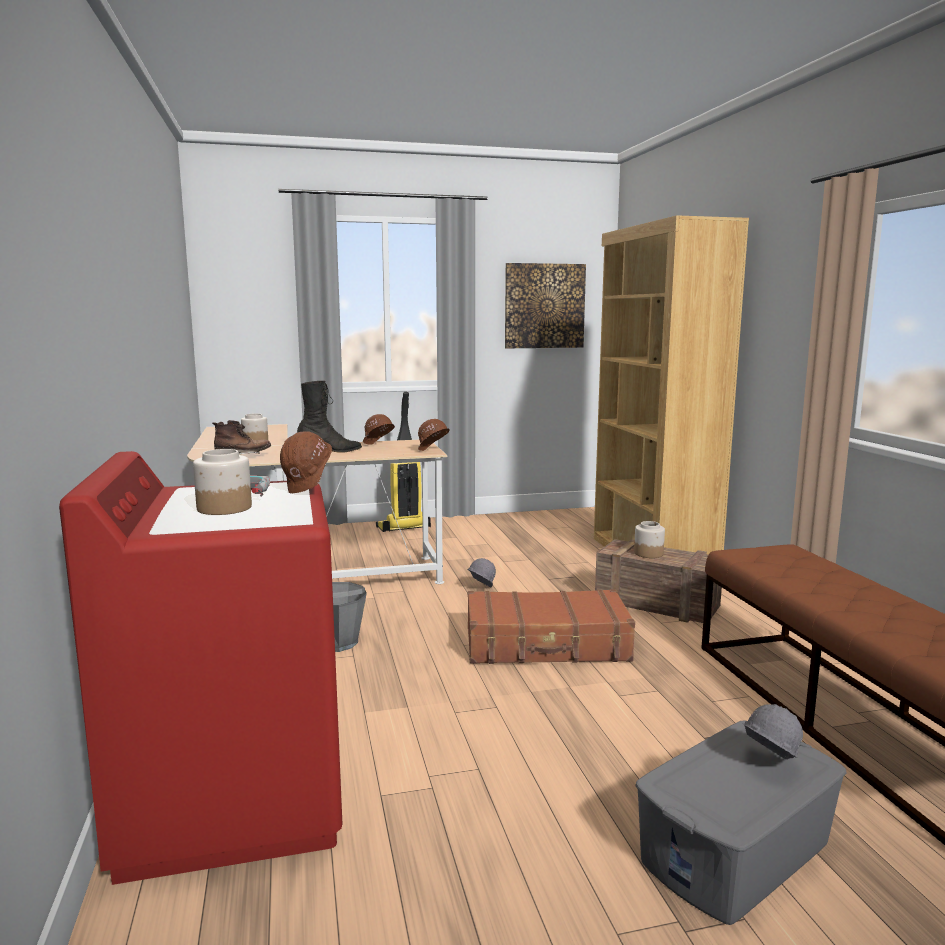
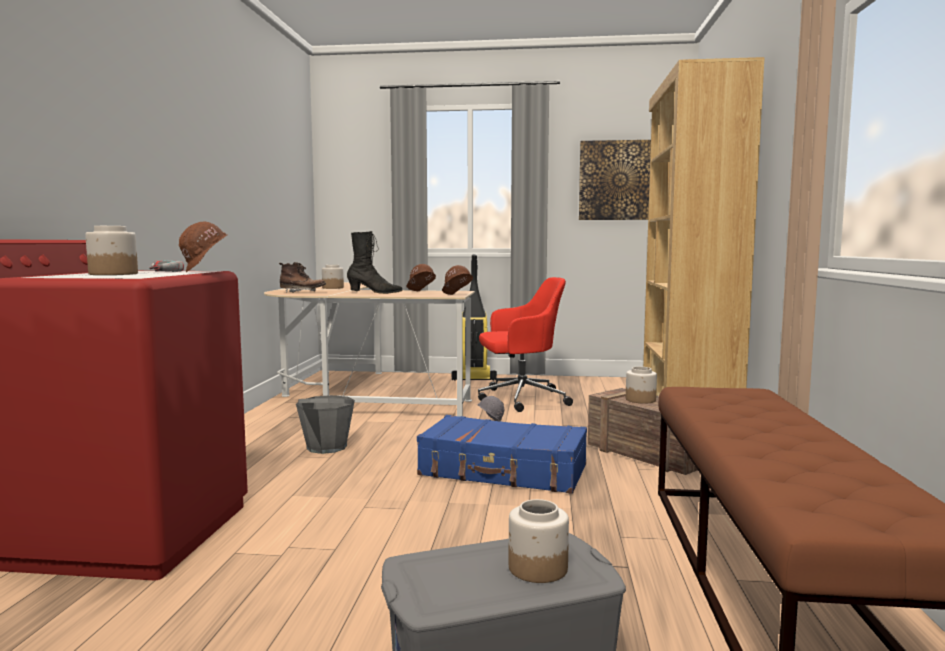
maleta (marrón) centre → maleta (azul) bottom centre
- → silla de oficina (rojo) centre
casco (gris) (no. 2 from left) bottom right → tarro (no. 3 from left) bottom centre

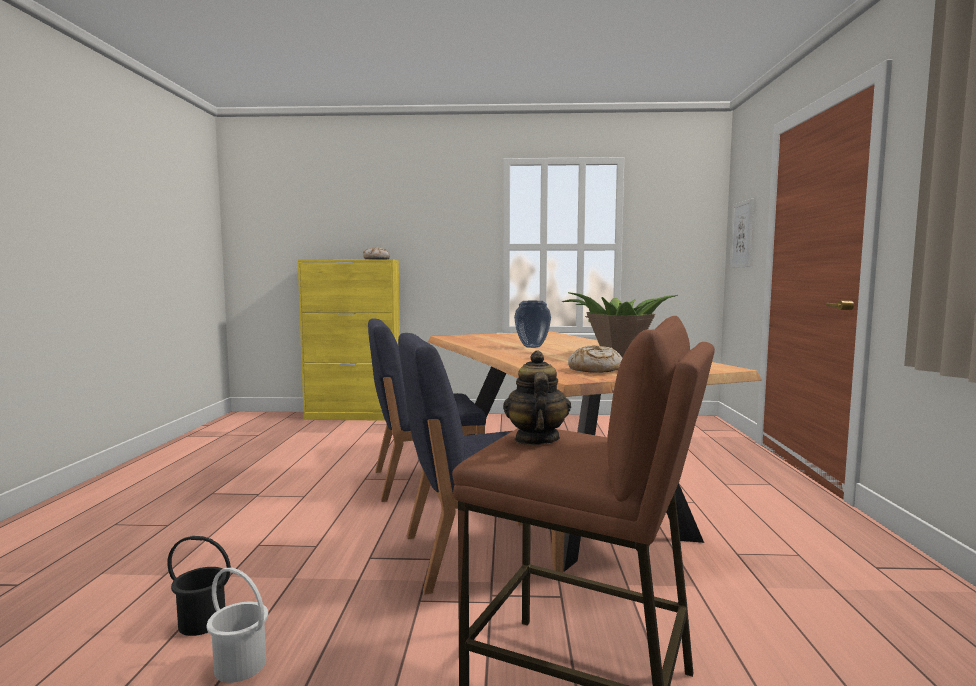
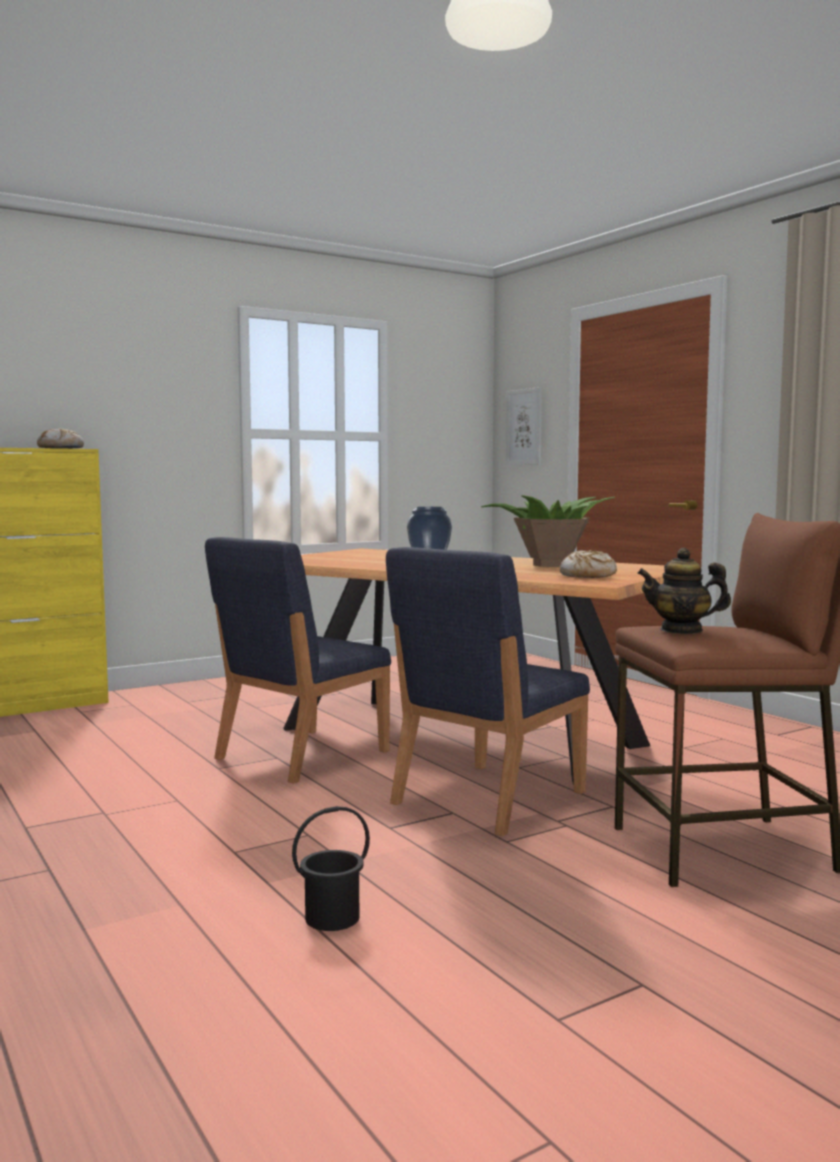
tetera centre → tetera middle right, 45 degrees counterclockwise
cubo (blanco) bottom left → -

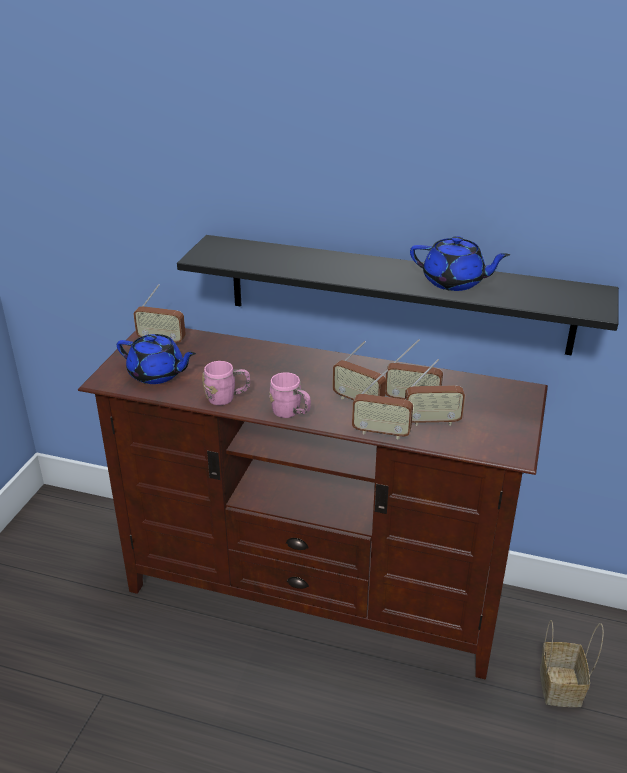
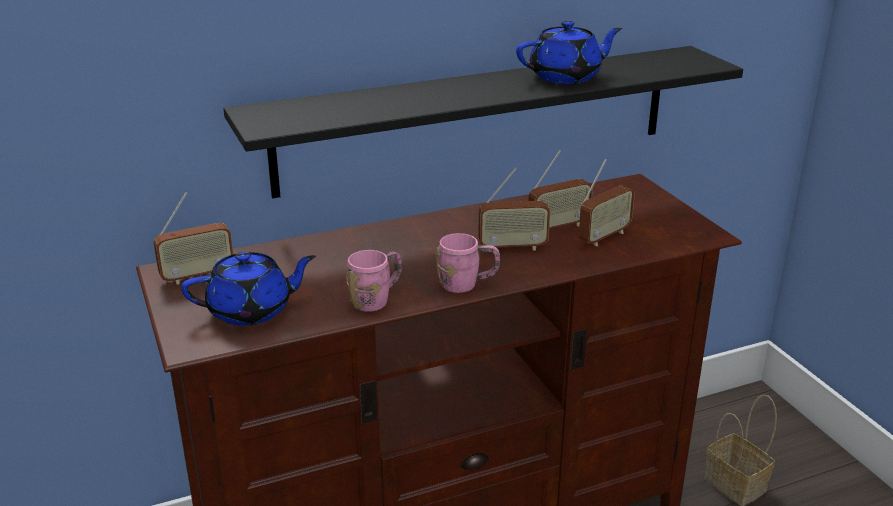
radio (no. 3 from left) centre → -

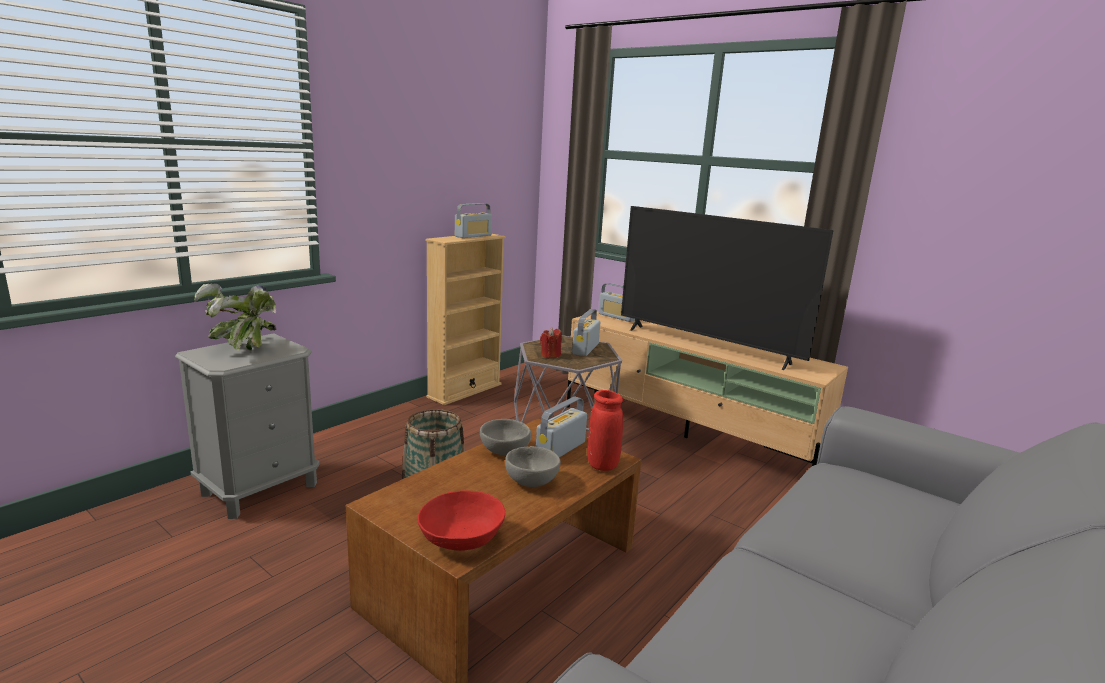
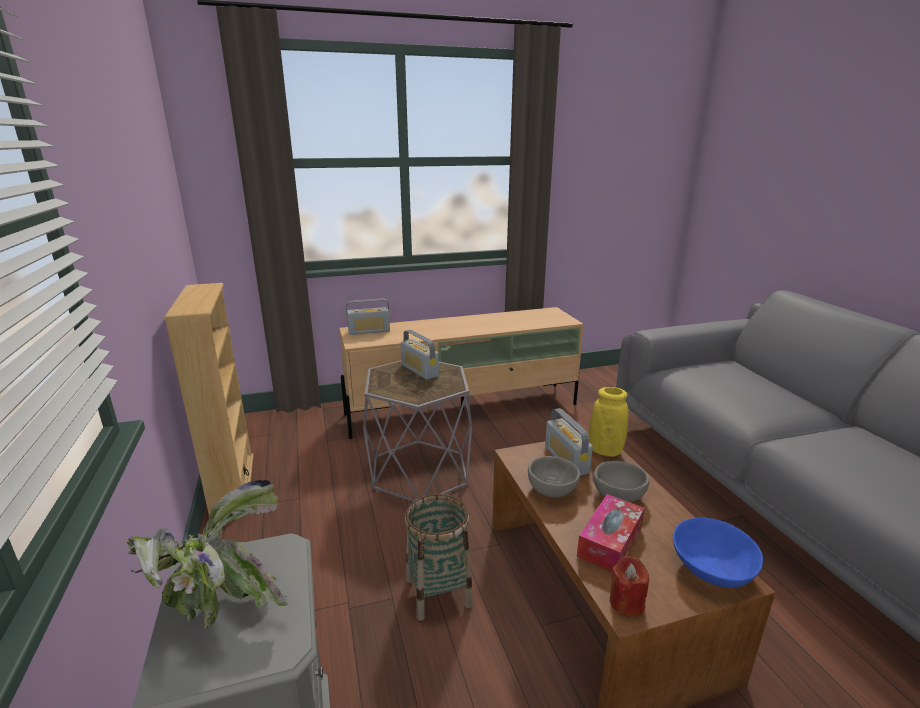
- → caja de pañuelos bottom centre
florero (rojo) centre → florero (amarillo) centre
vela (rojo) centre → vela (rojo) bottom right, relocated
cuenco (rojo) bottom centre → cuenco (azul) bottom right
radio (no. 1 from left) top centre → -
televisor centre → -

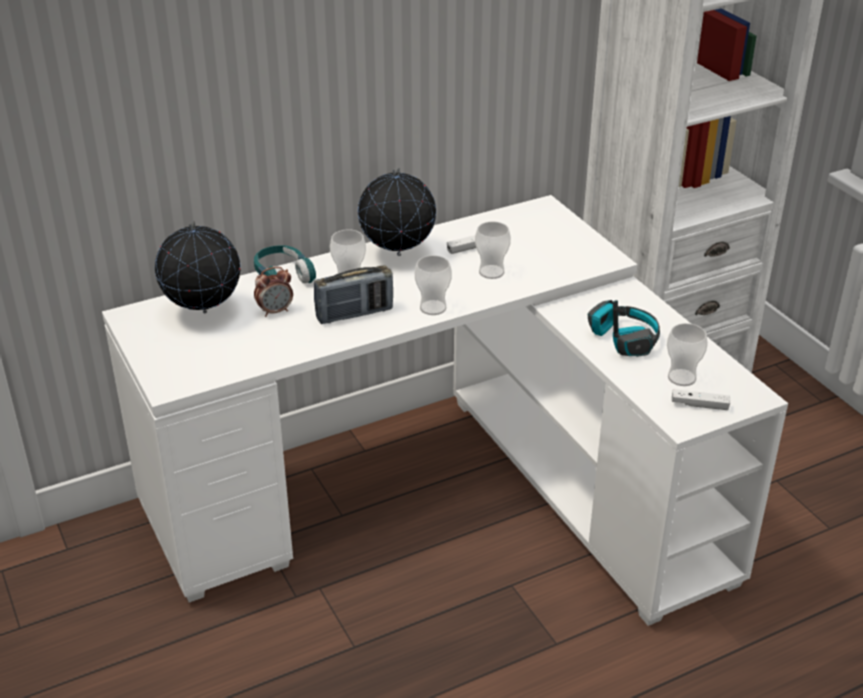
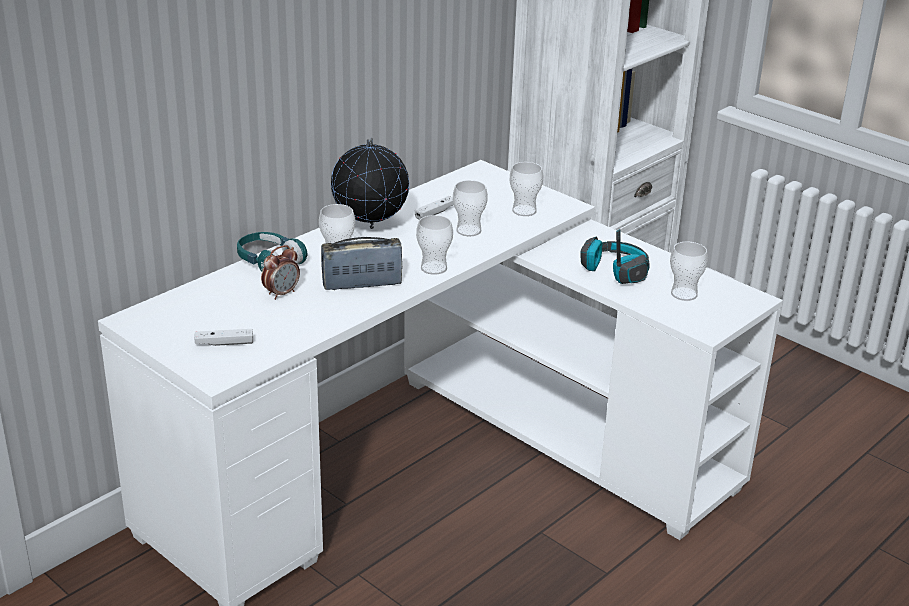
mando de consola (blanco) (no. 2 from left in the first image) middle right → mando de consola (blanco) (no. 1 from left) middle left, relocated
radio centre, 150 degrees counterclockwise
- → taza (no. 4 from left) top centre
globo terráqueo (no. 1 from left) middle left → -

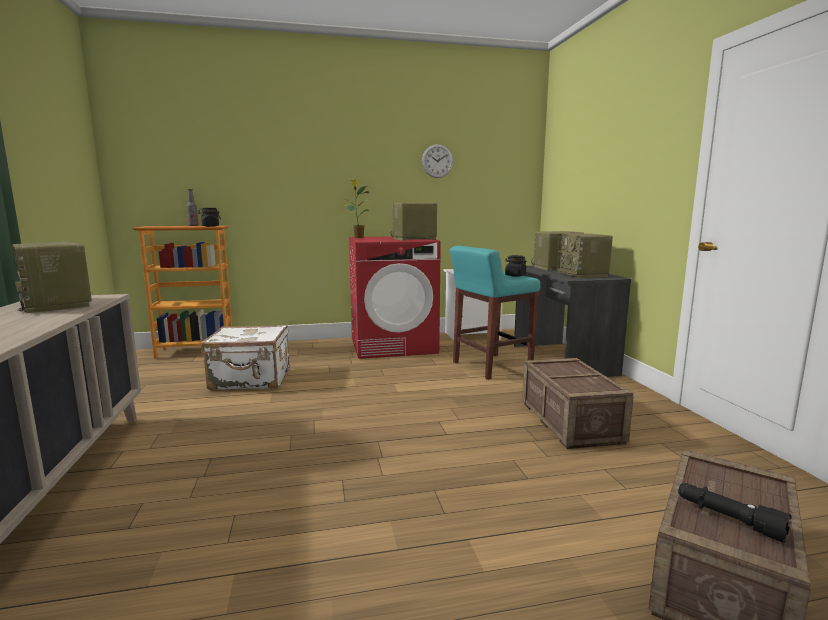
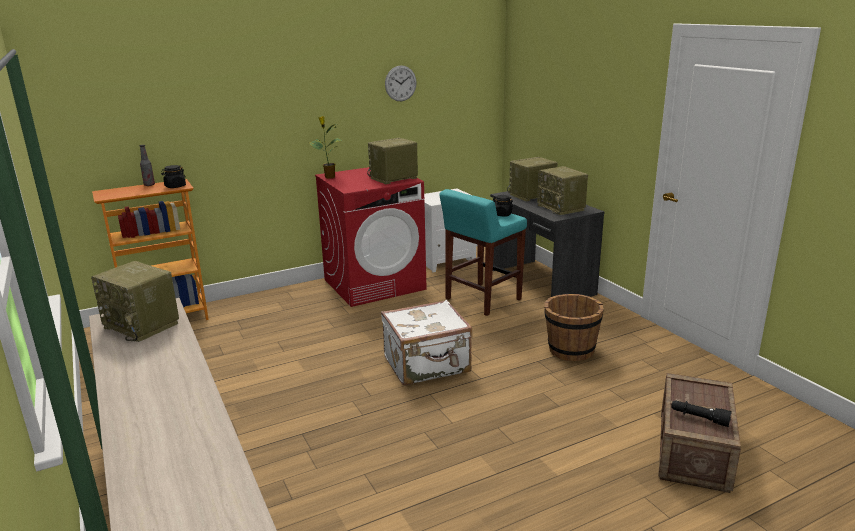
maleta (blanco) middle left → maleta (blanco) centre, relocated
caja de embalaje (no. 1 from left) middle right → cubo (marrón) middle right

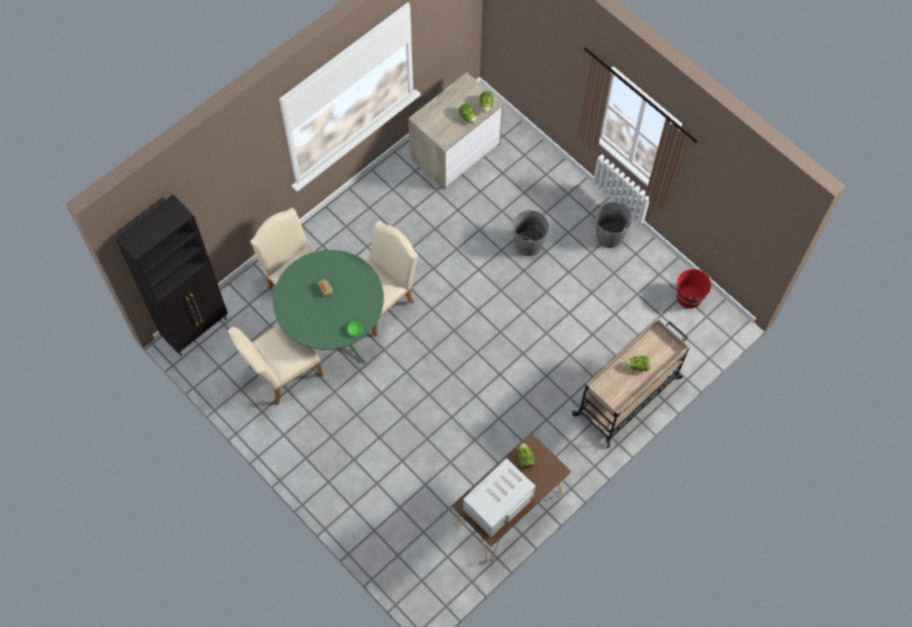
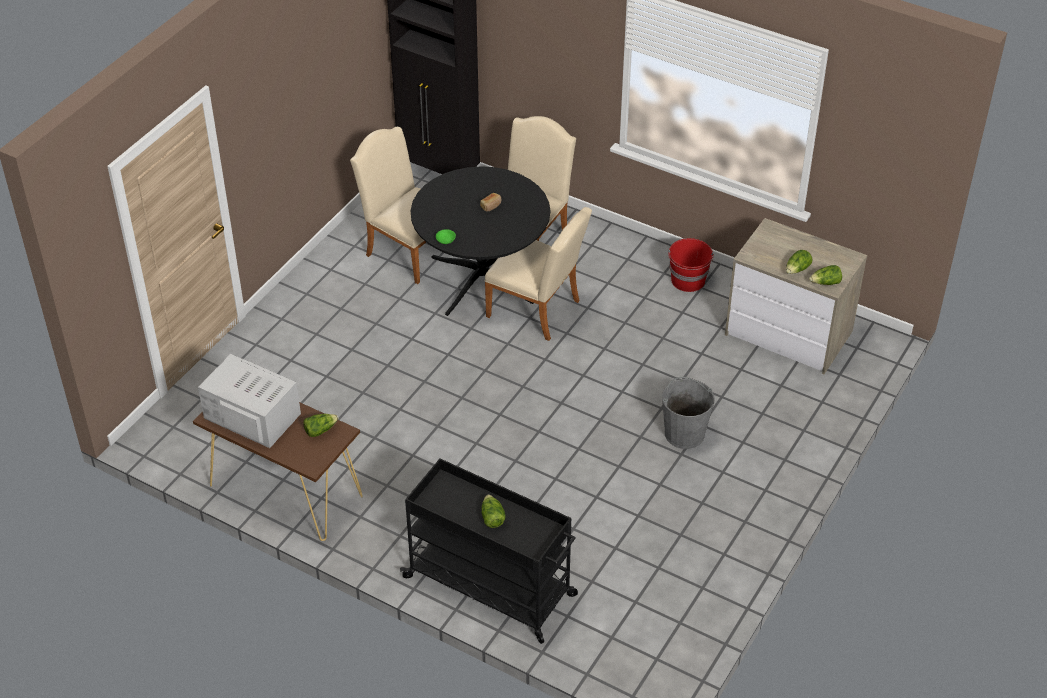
carrito (beis) middle right → carrito (negro) bottom centre
mesa de comedor (verde) centre → mesa de comedor (negro) centre
cubo (rojo) middle right → cubo (rojo) centre, relocated
cubo (gris) (no. 2 from left) middle right → -

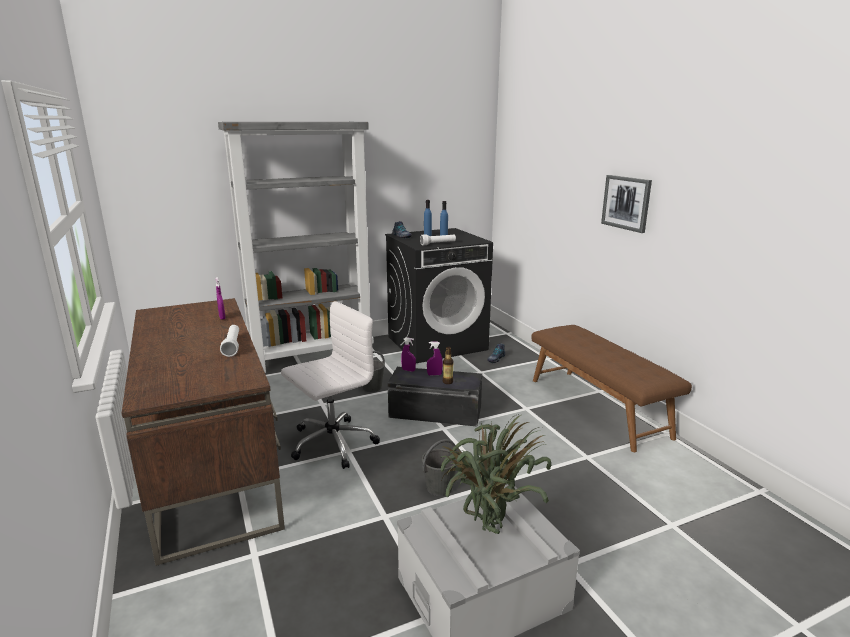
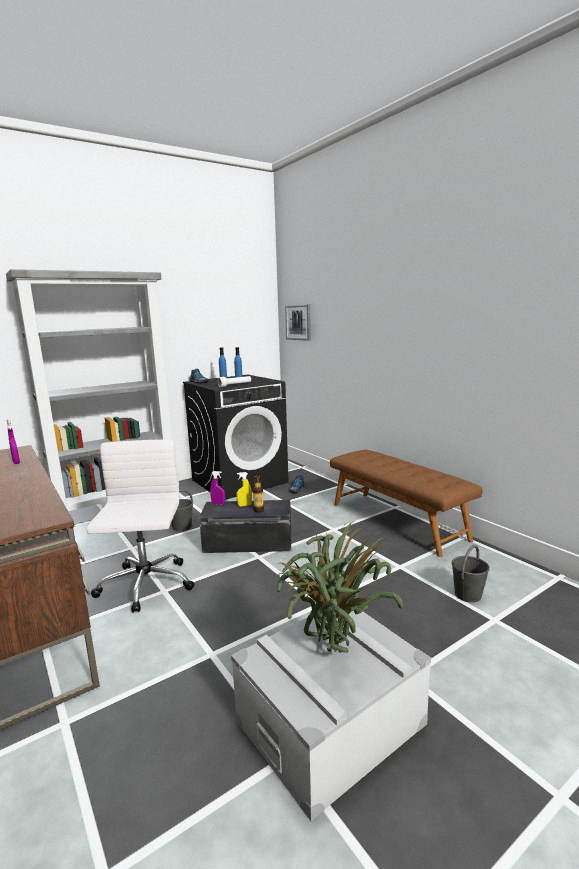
silla de oficina (blanco) centre → silla de oficina (blanco) middle left, 45 degrees counterclockwise
pulverizador (morado) (no. 3 from left) centre → pulverizador (amarillo) centre
cuadro top right → cuadro centre, relocated
cubo (gris) (no. 2 from left) bottom centre → cubo (gris) (no. 2 from left) middle right, relocated
linterna (blanco) (no. 1 from left) middle left → -

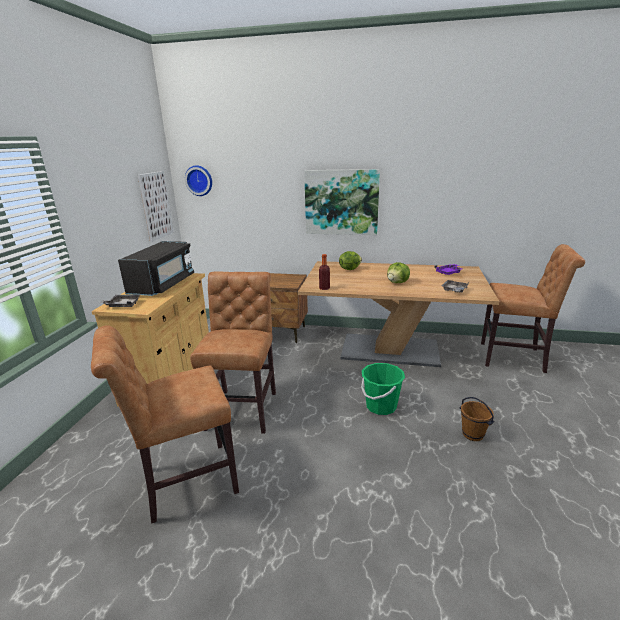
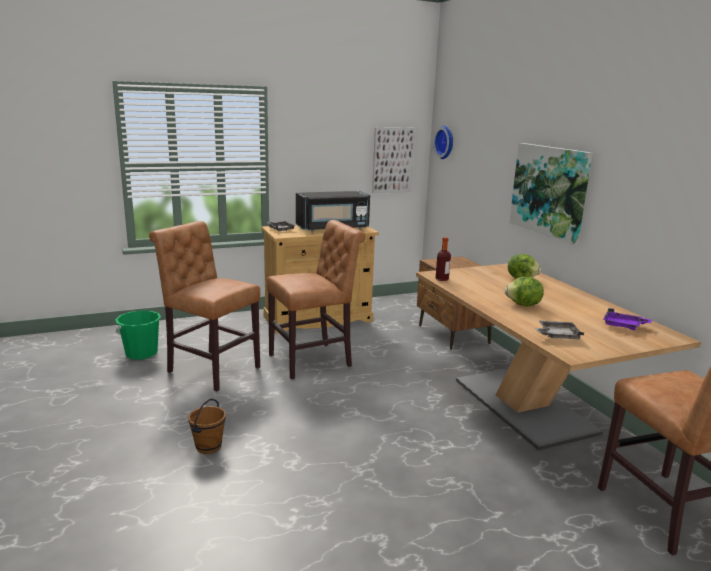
cubo (verde) centre → cubo (verde) middle left, relocated
cubo (marrón) bottom right → cubo (marrón) bottom left, relocated

